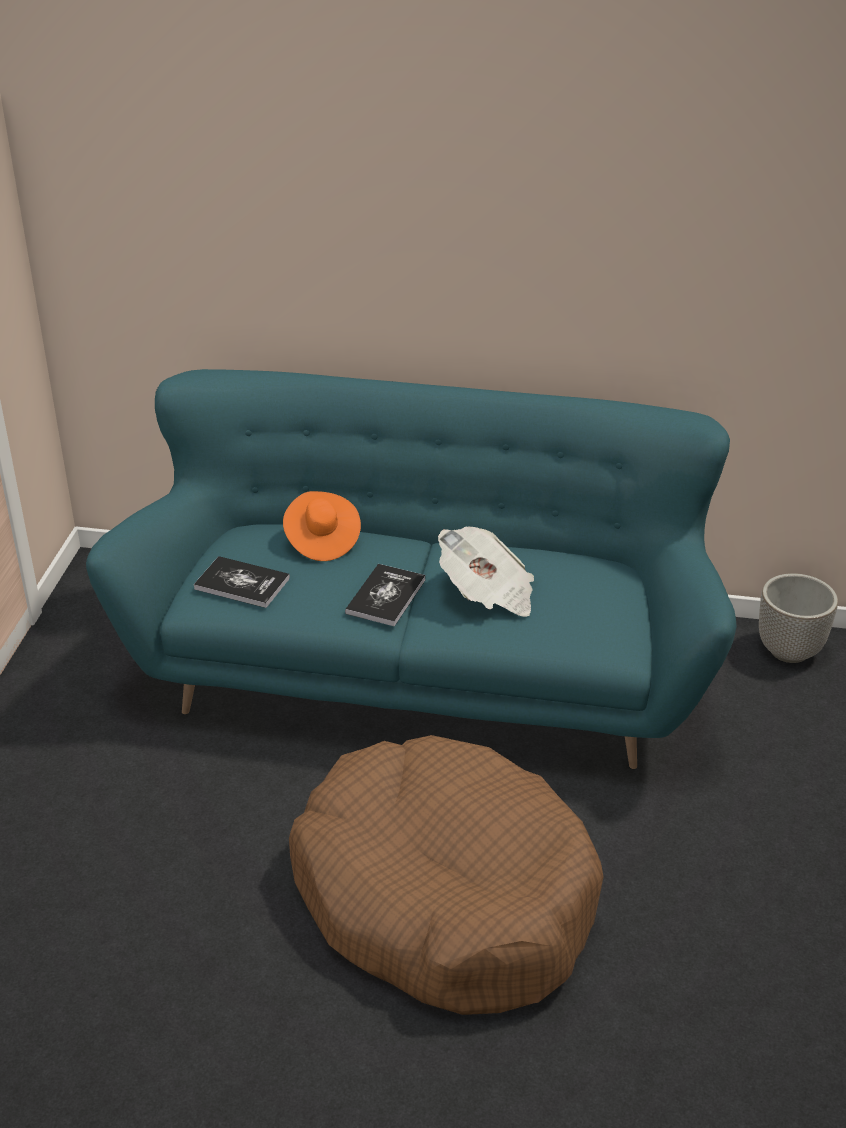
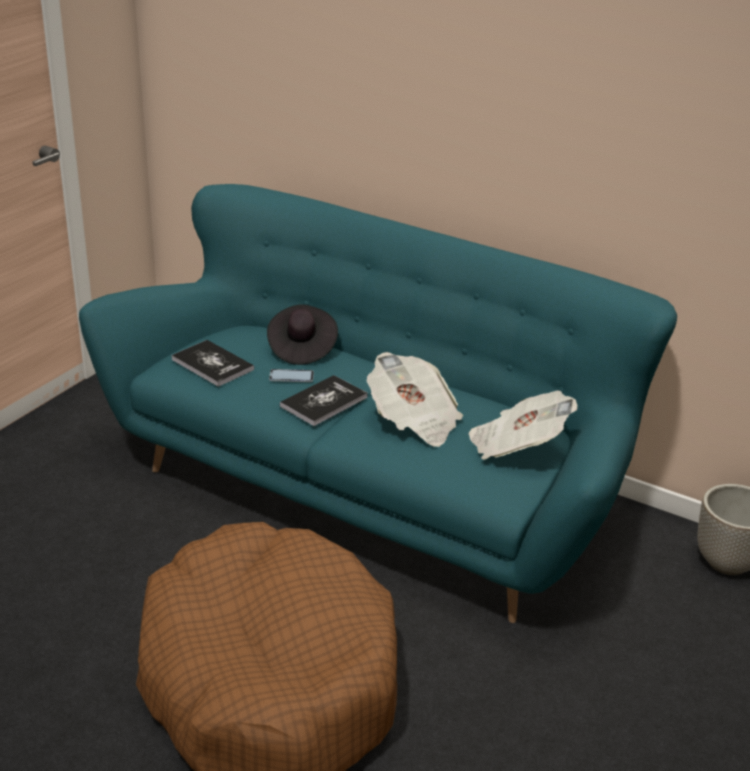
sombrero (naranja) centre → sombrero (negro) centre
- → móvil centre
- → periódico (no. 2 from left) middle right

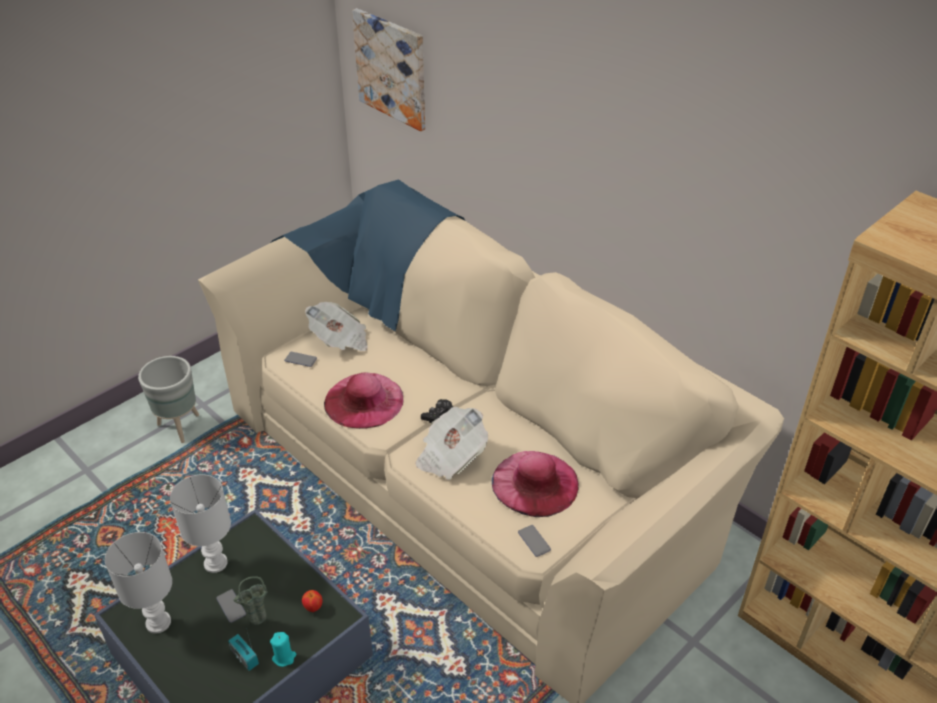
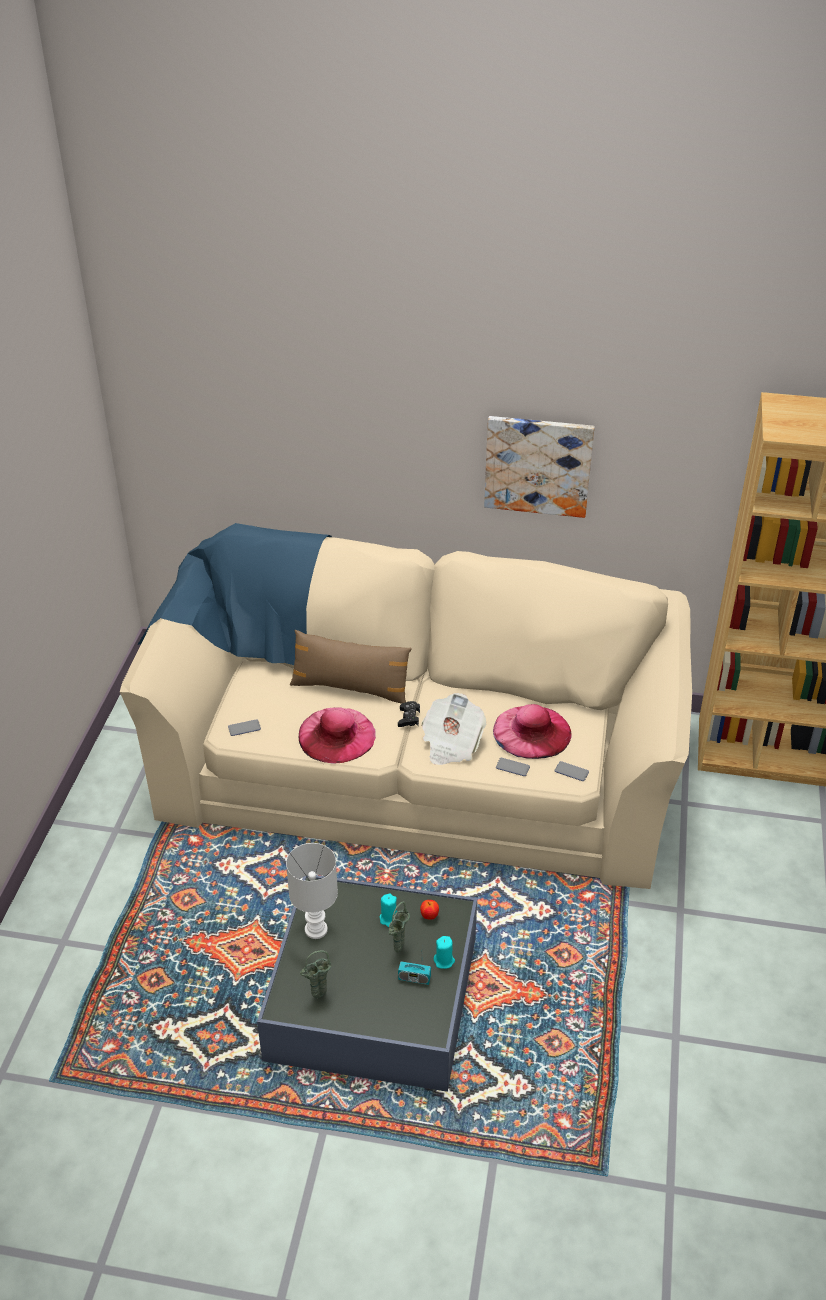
- → cojín (marrón) centre
lámpara de mesa (blanco) (no. 1 from left) bottom left → florero (verde) (no. 1 from left) bottom centre
- → vela (turquesa) (no. 1 from left) bottom centre
cuadro top centre → cuadro centre, relocated
móvil (no. 1 from left in the first image) bottom left → móvil (no. 2 from left) centre, relocated
maceta (gris) middle left → -
periódico (no. 1 from left) centre → -

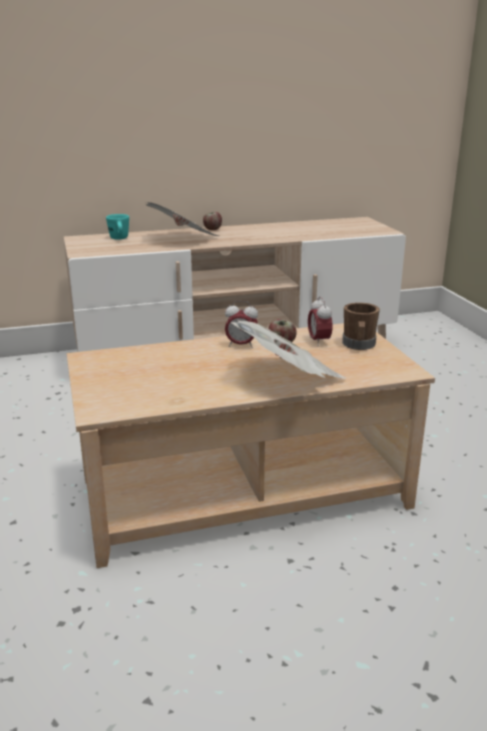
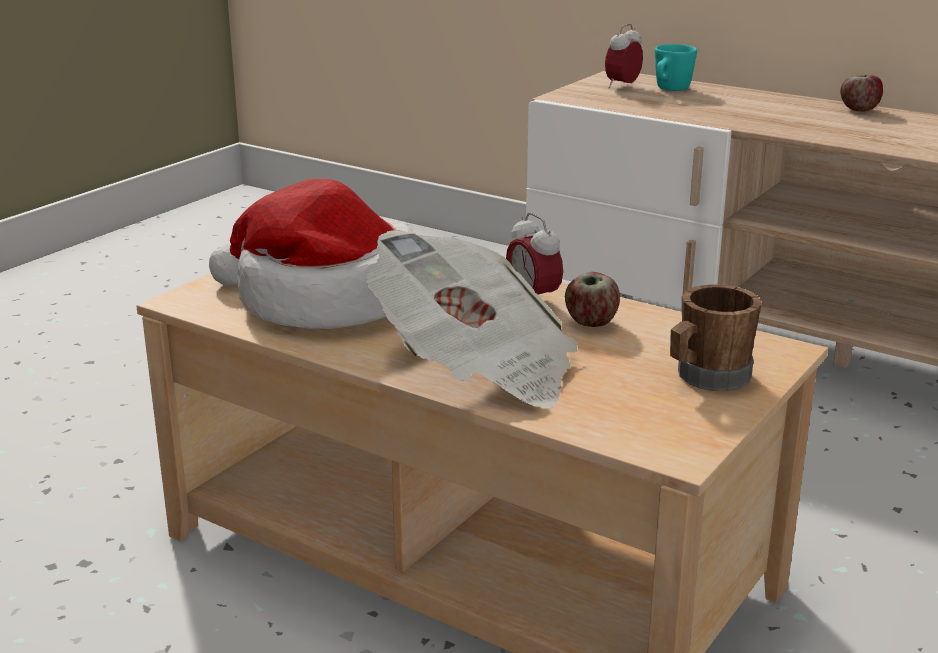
- → sombrero middle left
despertador (no. 2 from left) centre → despertador (no. 2 from left) top centre, relocated
periódico (no. 1 from left) top centre → -

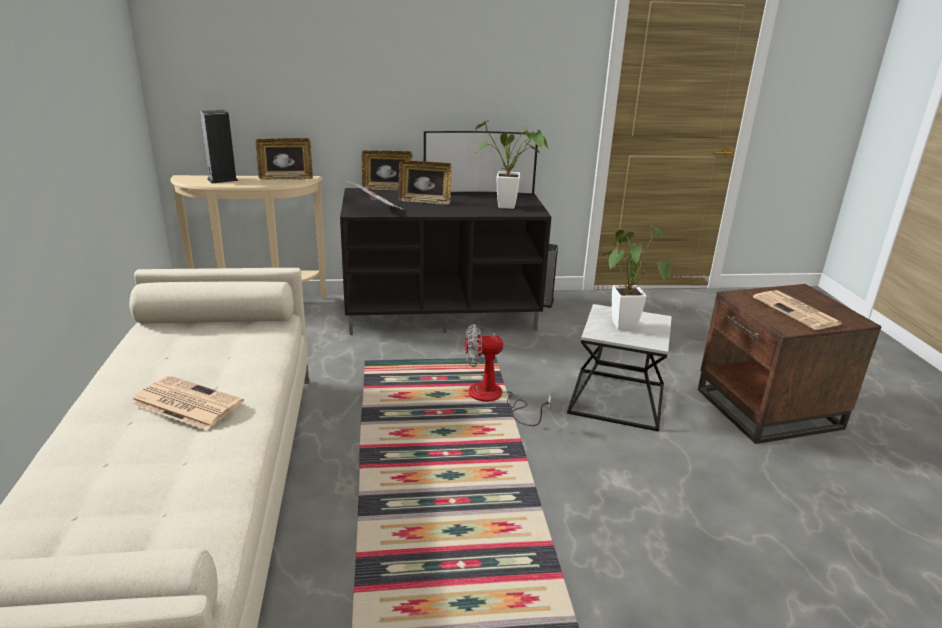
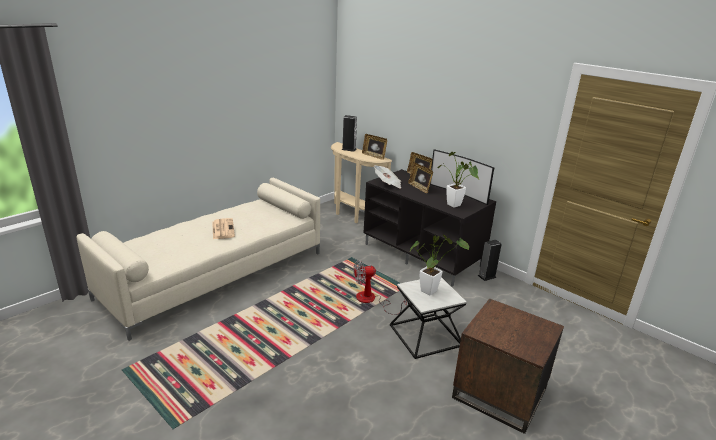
ventilador centre, 60 degrees counterclockwise
periódico (no. 3 from left) middle right → -

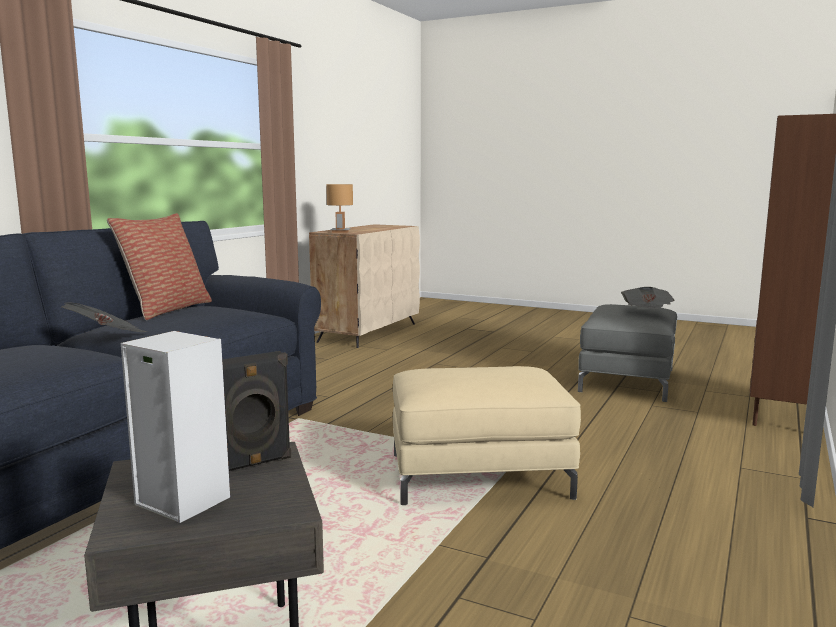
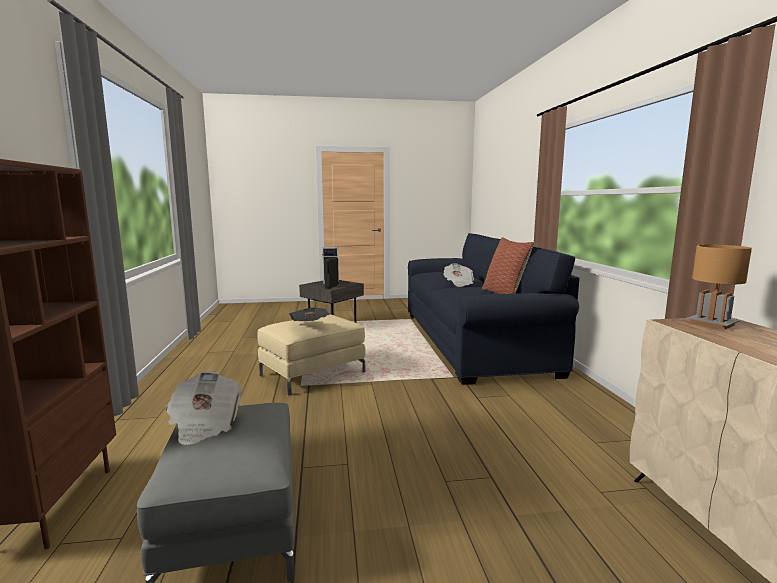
- → periódico (no. 2 from left) centre

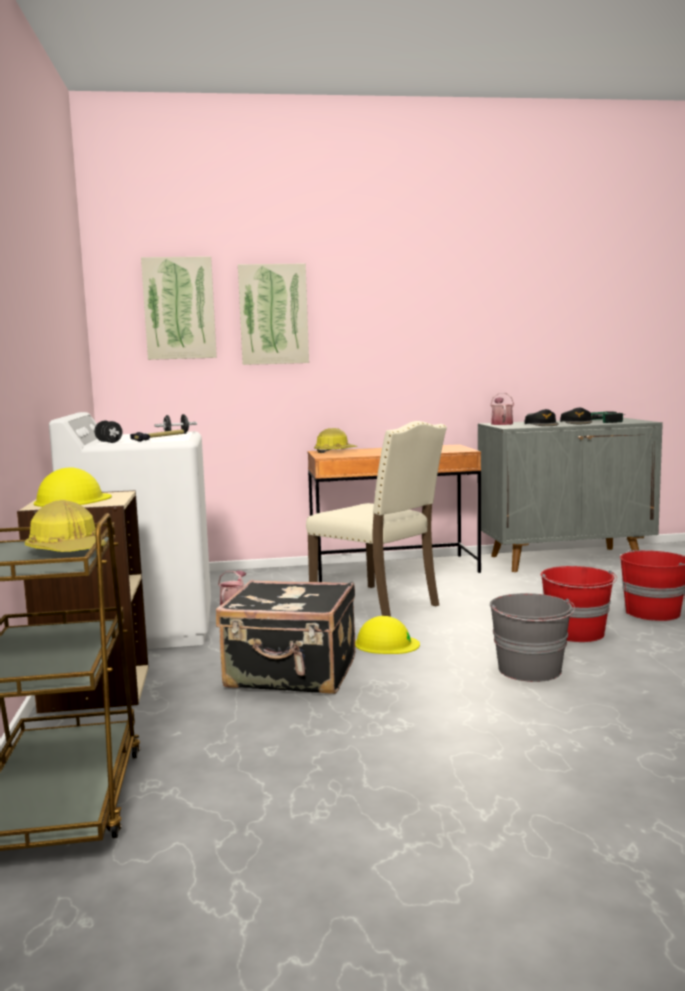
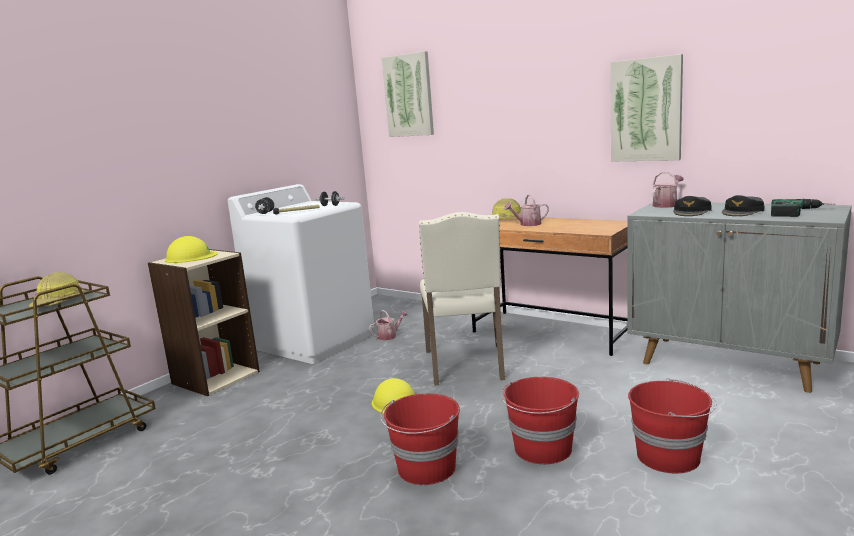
cubo (gris) middle right → cubo (rojo) (no. 1 from left) bottom centre
- → regadera (no. 2 from left) centre
cuadro (no. 2 from left) top centre → cuadro (no. 2 from left) top right, relocated
maleta (negro) centre → -

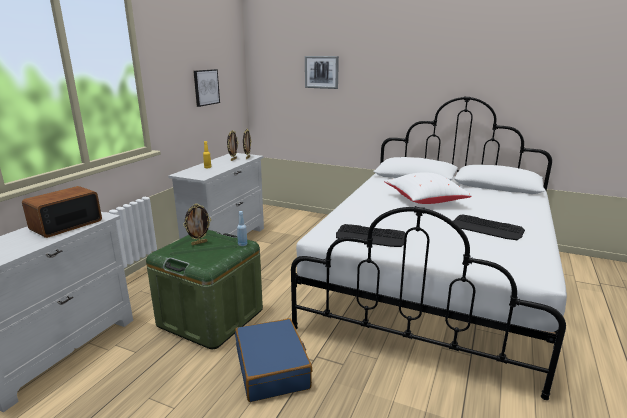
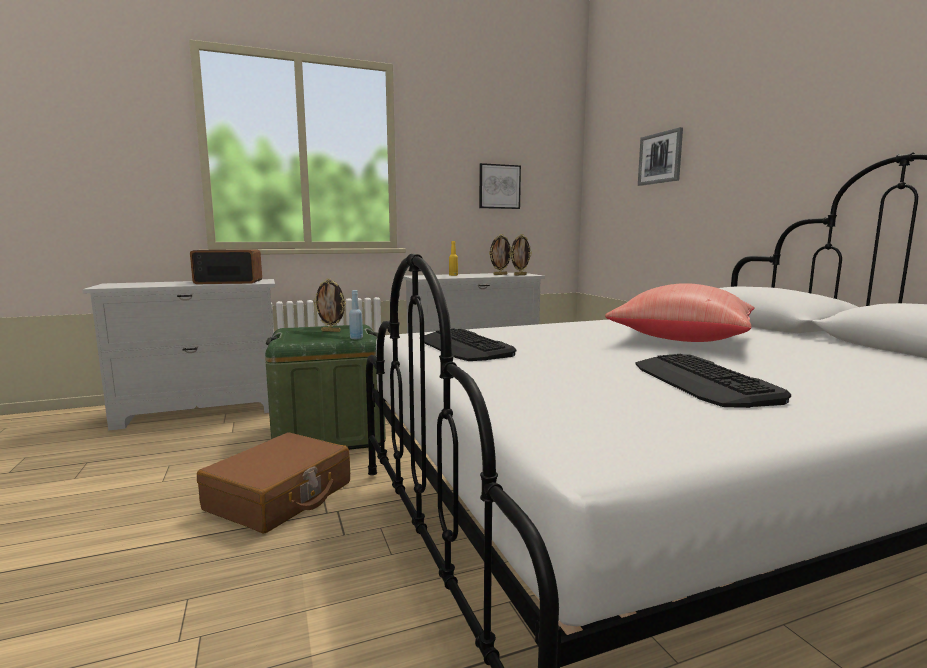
maleta (azul) bottom centre → maleta (marrón) bottom left
cojín (blanco) middle right → cojín (rojo) middle right

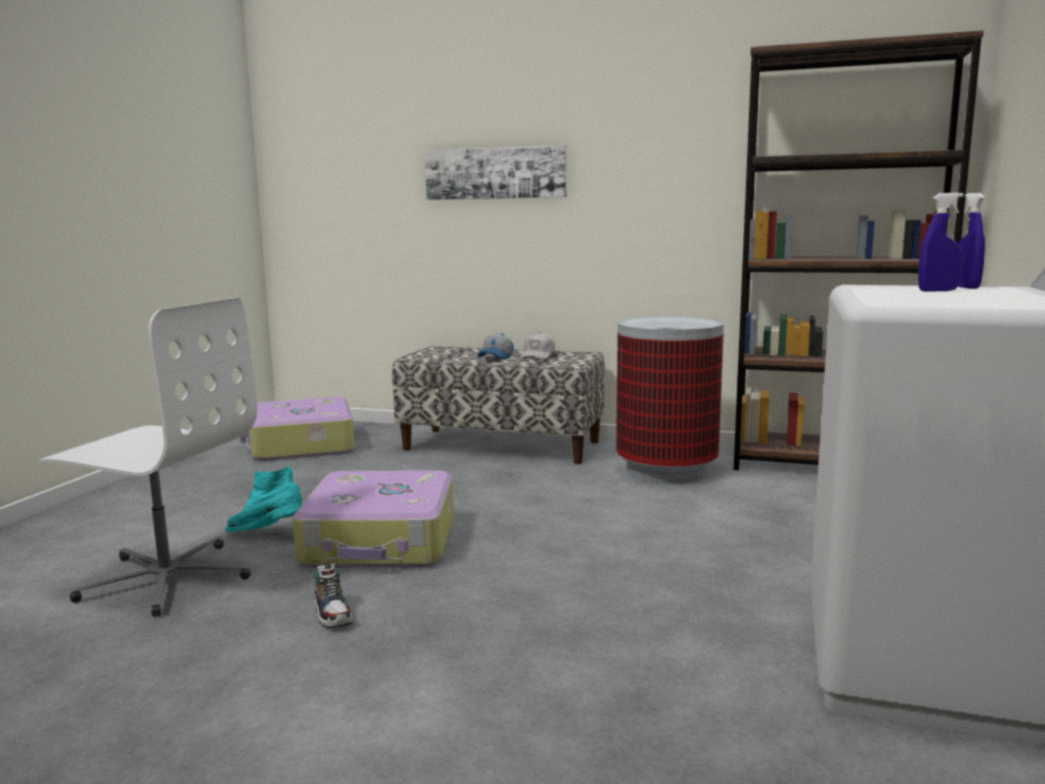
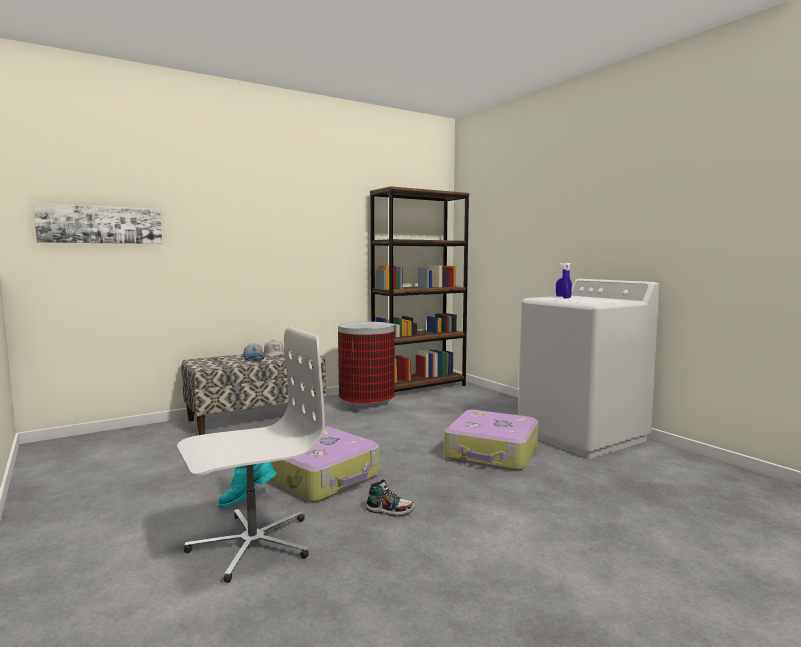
cuadro top centre → cuadro middle left, relocated
maleta (no. 1 from left in the first image) middle left → maleta (no. 2 from left) bottom centre, relocated

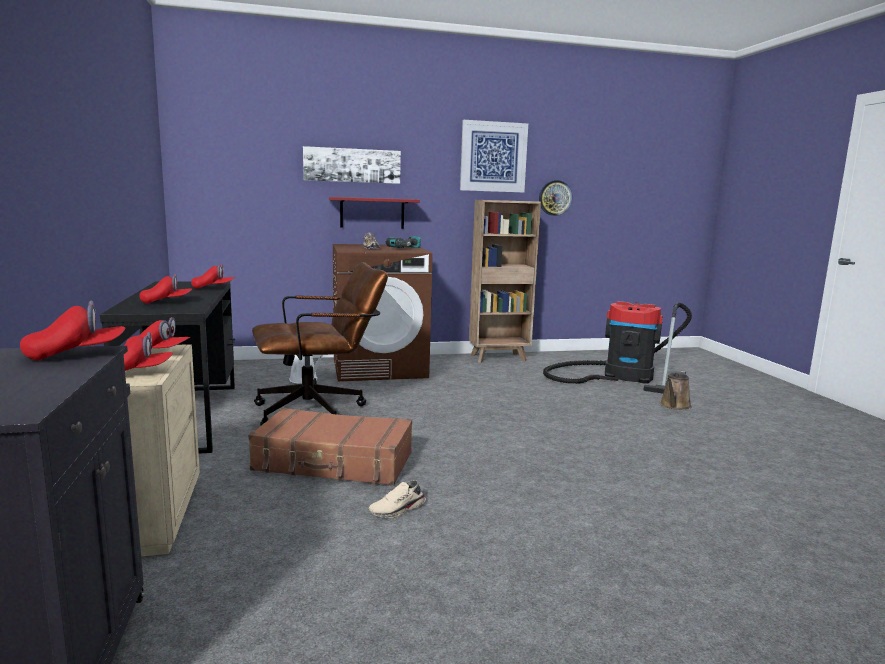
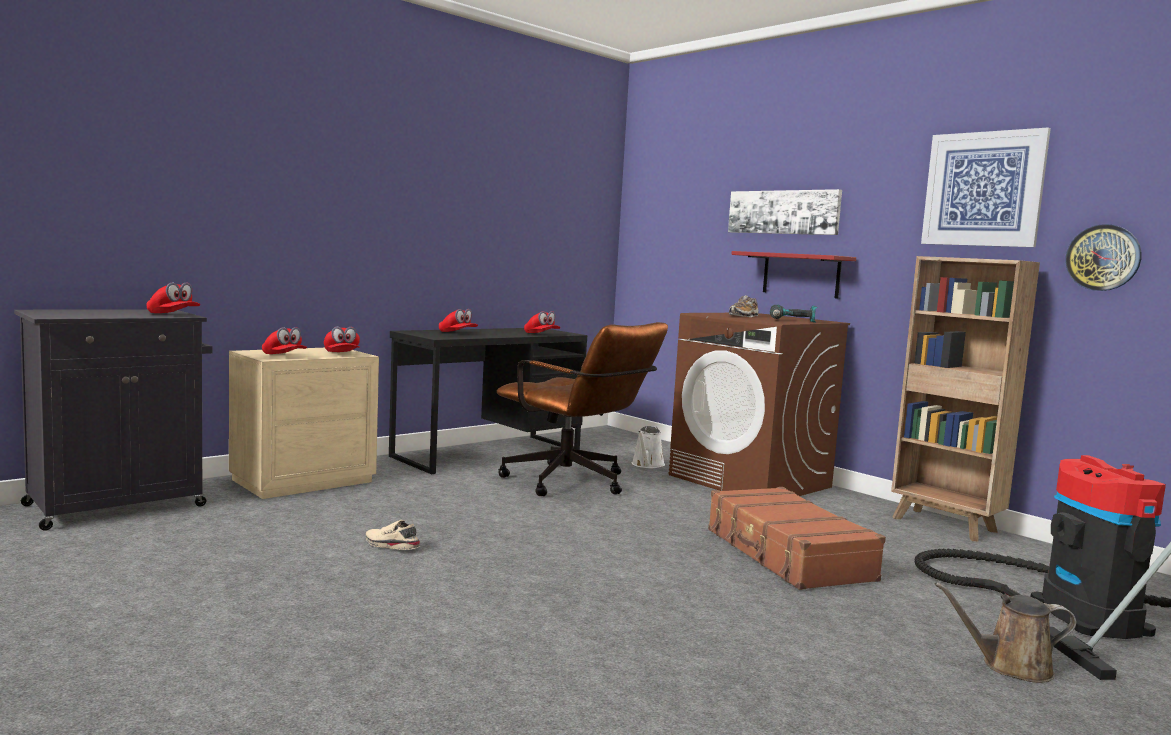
maleta (marrón) bottom centre → maleta (marrón) bottom right, relocated

